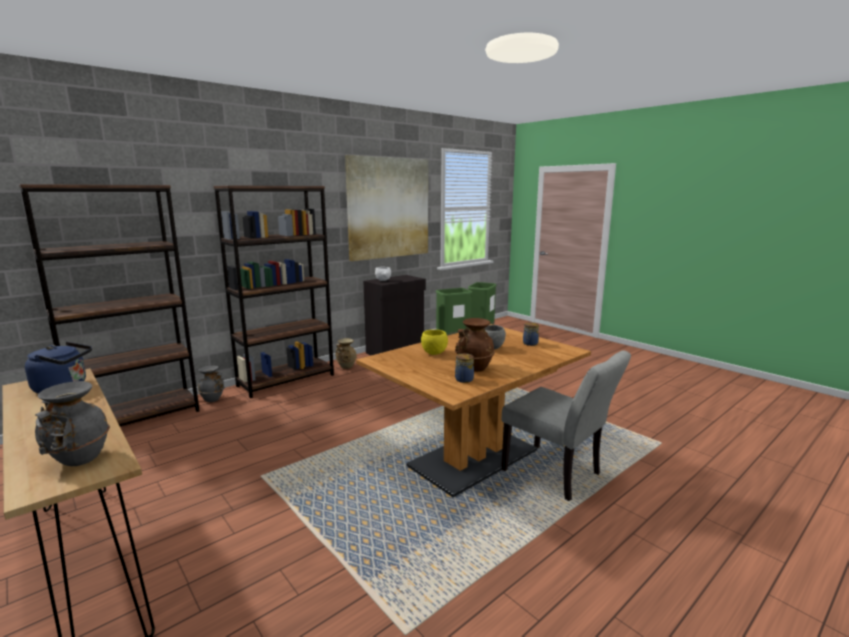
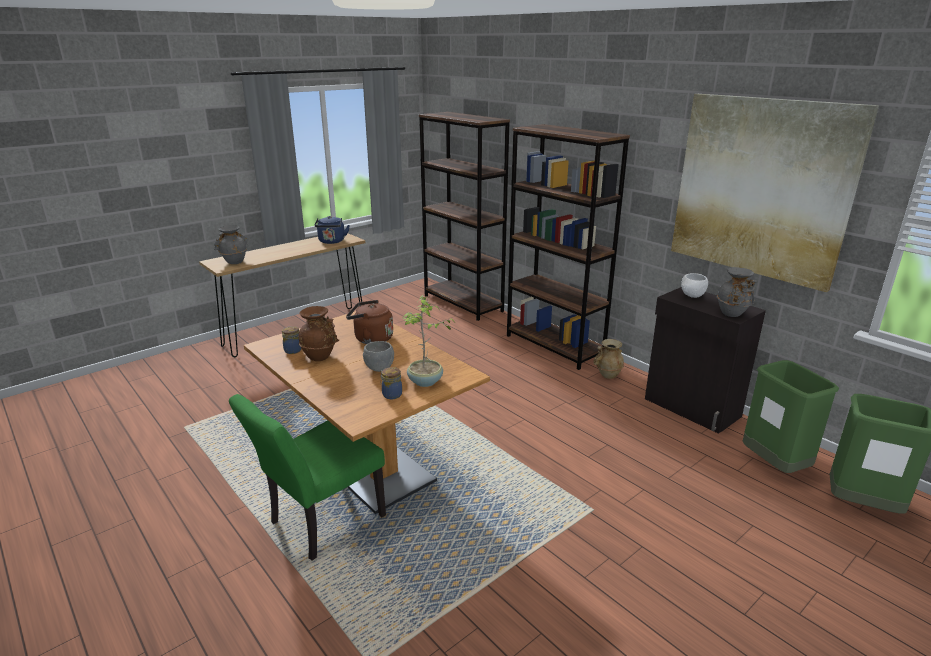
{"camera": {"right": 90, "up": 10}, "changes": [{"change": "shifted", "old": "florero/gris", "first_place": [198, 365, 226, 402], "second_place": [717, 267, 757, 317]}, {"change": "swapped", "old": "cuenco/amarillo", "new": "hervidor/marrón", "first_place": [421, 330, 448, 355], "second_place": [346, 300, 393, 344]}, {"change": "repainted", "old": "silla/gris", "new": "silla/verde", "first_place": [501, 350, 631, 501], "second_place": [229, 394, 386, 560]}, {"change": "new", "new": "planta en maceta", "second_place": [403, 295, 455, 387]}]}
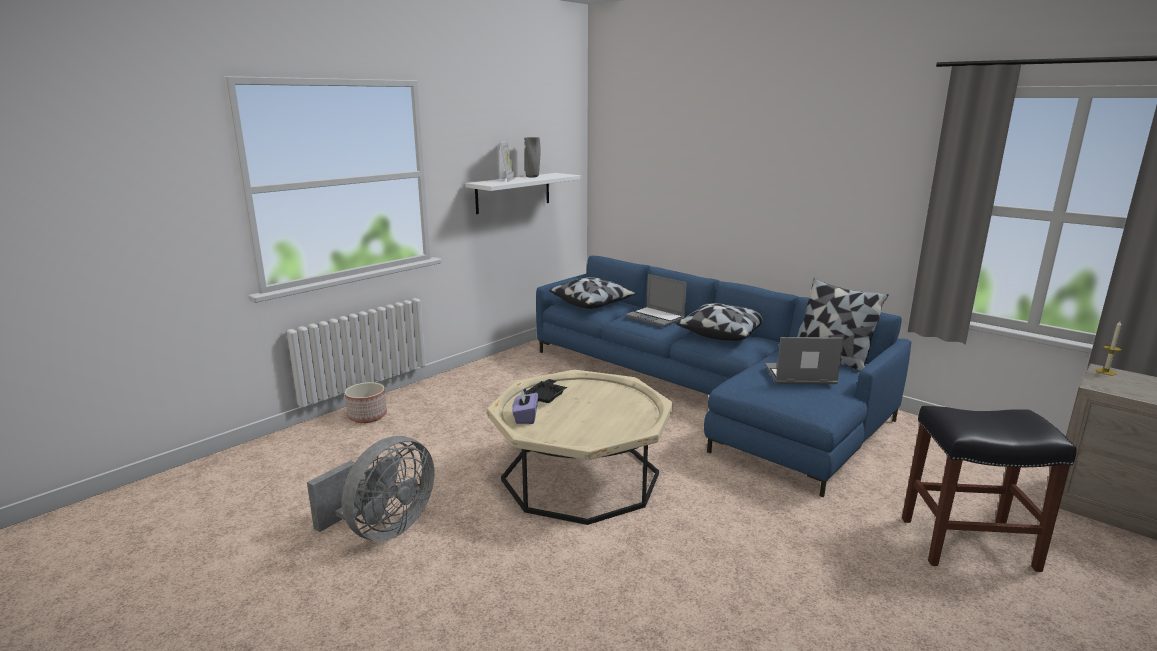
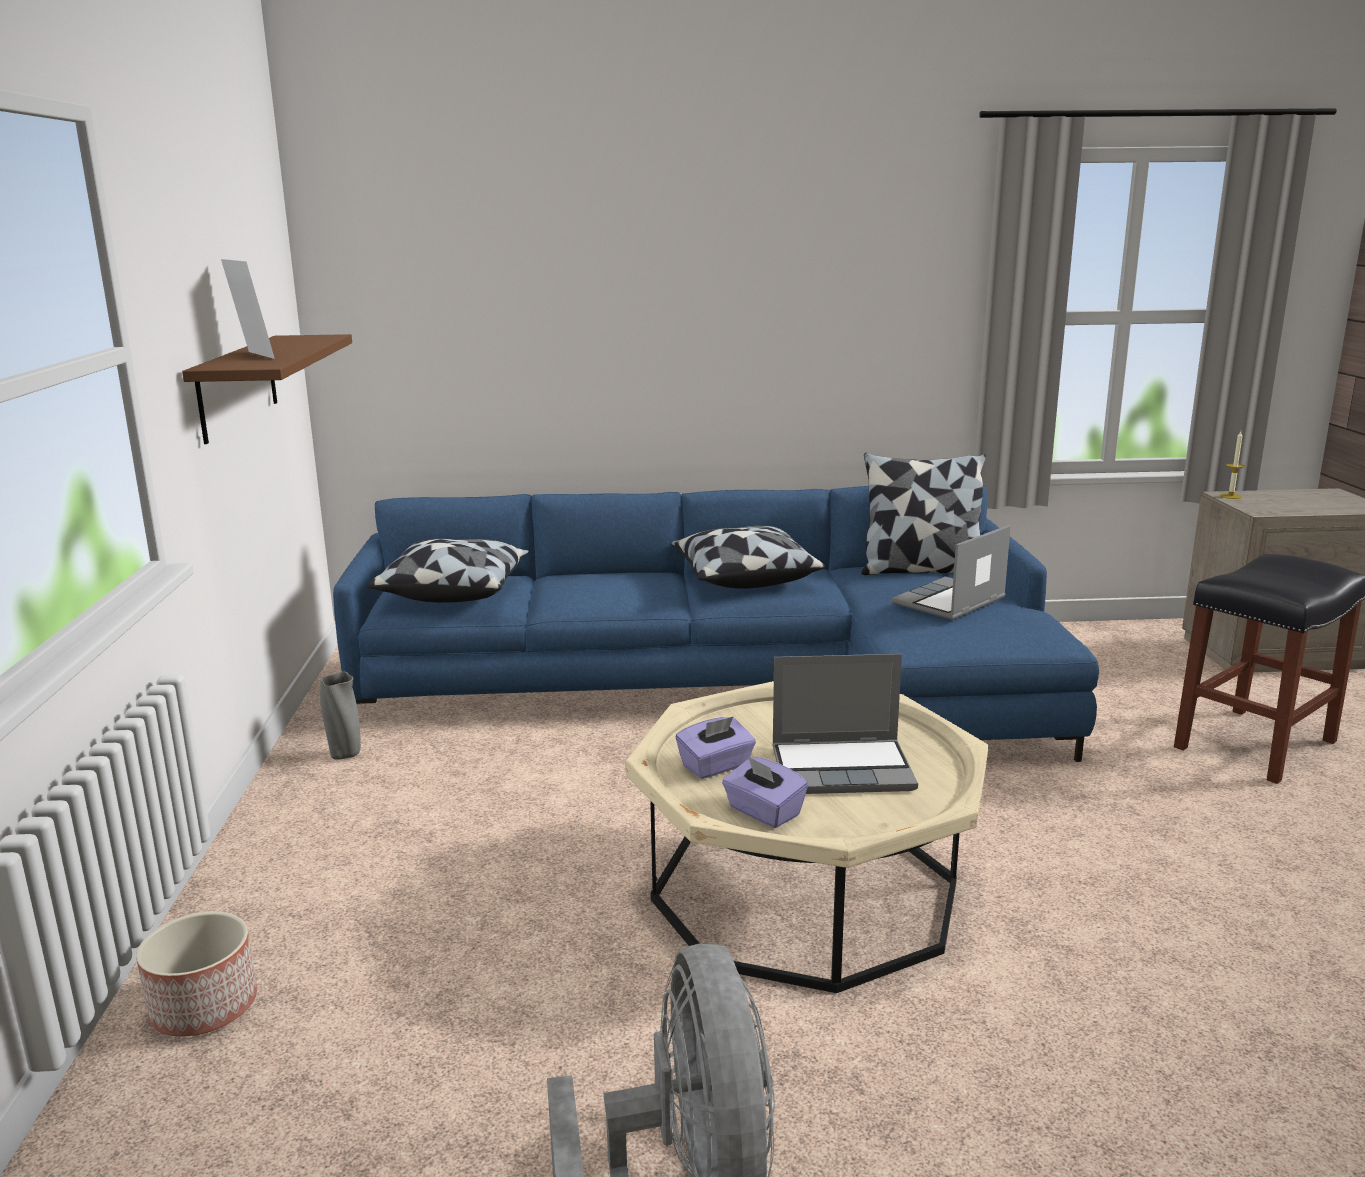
{"camera": {"right": -45, "up": 0}, "changes": [{"change": "repainted", "old": "estante/blanco", "new": "estante/marrón", "first_place": [465, 173, 581, 214], "second_place": [182, 334, 352, 444]}, {"change": "swapped", "old": "bandeja/negro", "new": "caja de pañuelos/morado", "first_place": [523, 379, 568, 403], "second_place": [676, 716, 756, 779]}, {"change": "shifted", "old": "florero/gris", "first_place": [524, 137, 540, 177], "second_place": [320, 672, 361, 760]}, {"change": "shifted", "old": "portátil", "first_place": [626, 274, 687, 327], "second_place": [772, 654, 918, 794]}]}
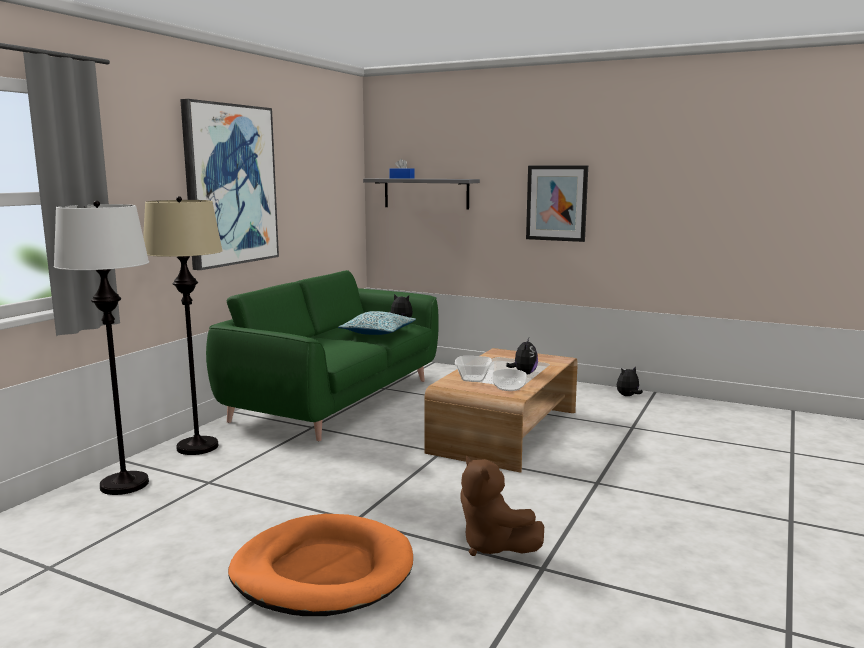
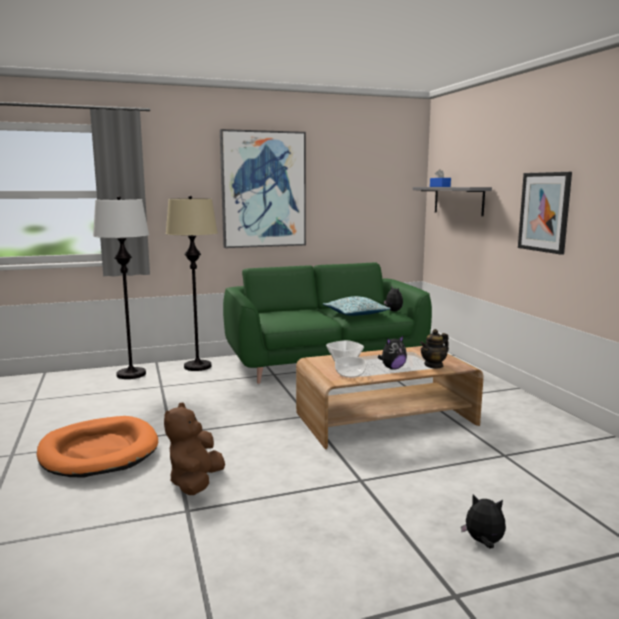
{"camera": {"right": 45, "up": 0}, "changes": [{"change": "shifted", "old": "peluche", "first_place": [617, 366, 643, 396], "second_place": [461, 494, 506, 549]}, {"change": "new", "new": "tetera", "second_place": [420, 329, 449, 369]}]}
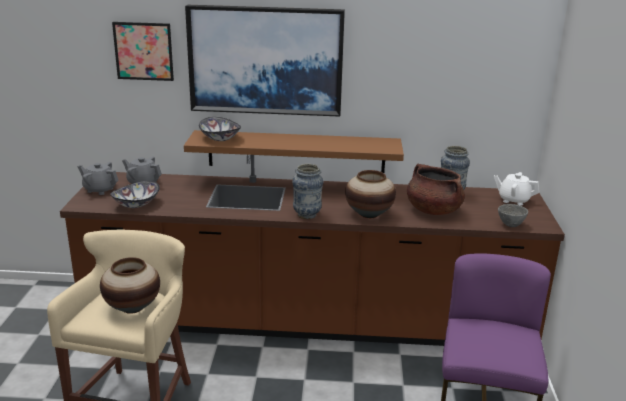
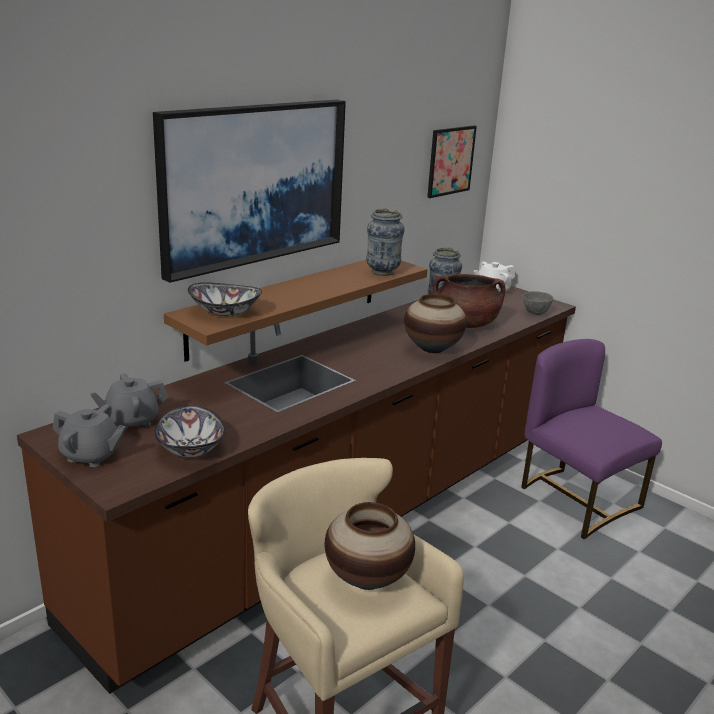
{"camera": {"right": -50, "up": 0}, "changes": [{"change": "rotated", "old": "tetera/gris", "first_place": [78, 162, 119, 195], "second_place": [53, 404, 126, 467], "degrees": -135}, {"change": "shifted", "old": "cuadro", "first_place": [112, 22, 174, 81], "second_place": [427, 125, 477, 198]}, {"change": "shifted", "old": "florero", "first_place": [292, 164, 324, 219], "second_place": [366, 208, 405, 276]}]}
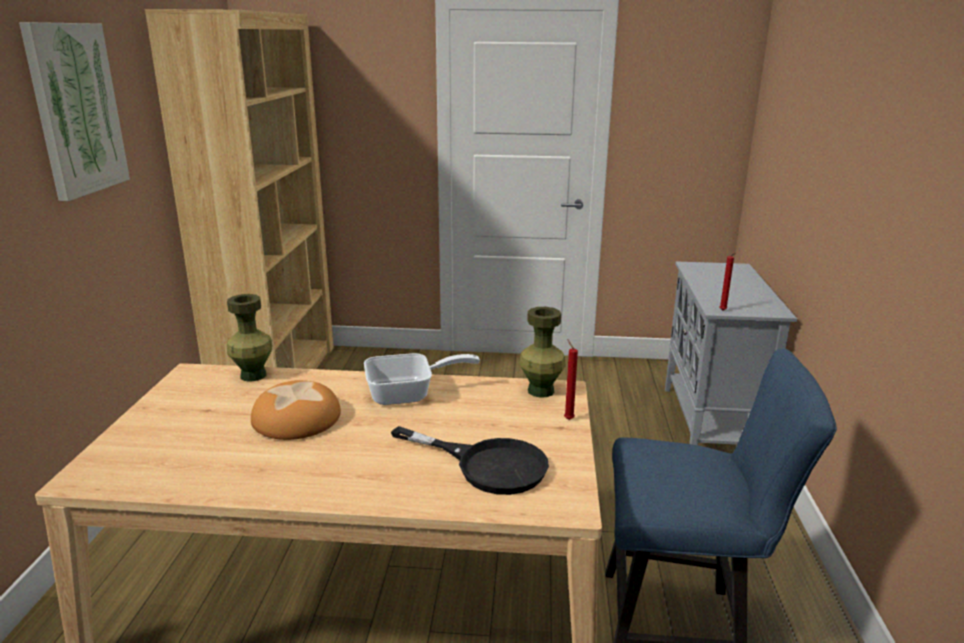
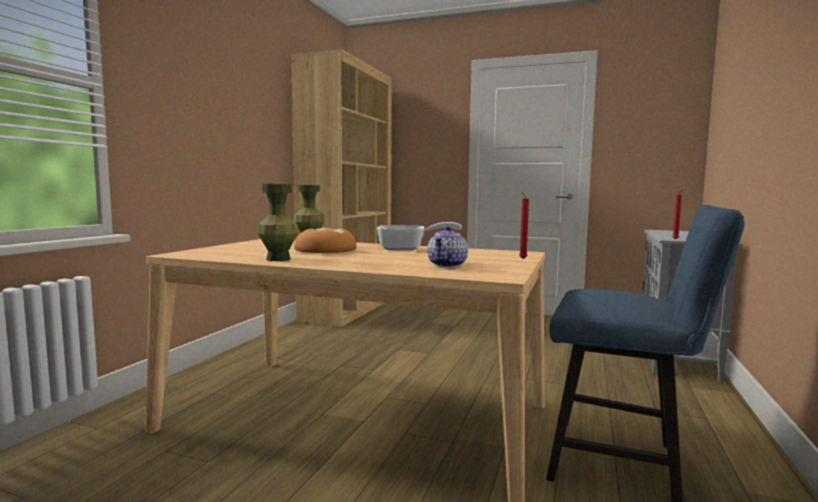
{"camera": {"right": 15, "up": -15}, "changes": [{"change": "gone", "old": "cuadro", "first_place": [19, 22, 130, 201]}, {"change": "swapped", "old": "sartén/negro", "new": "tetera", "first_place": [391, 426, 549, 495], "second_place": [427, 226, 468, 267]}, {"change": "shifted", "old": "florero/verde", "first_place": [519, 307, 566, 398], "second_place": [257, 184, 298, 261]}]}
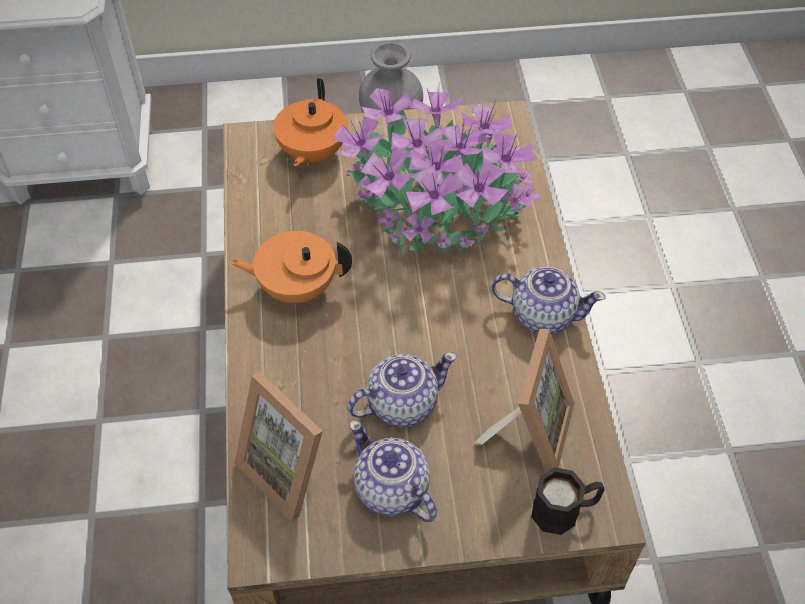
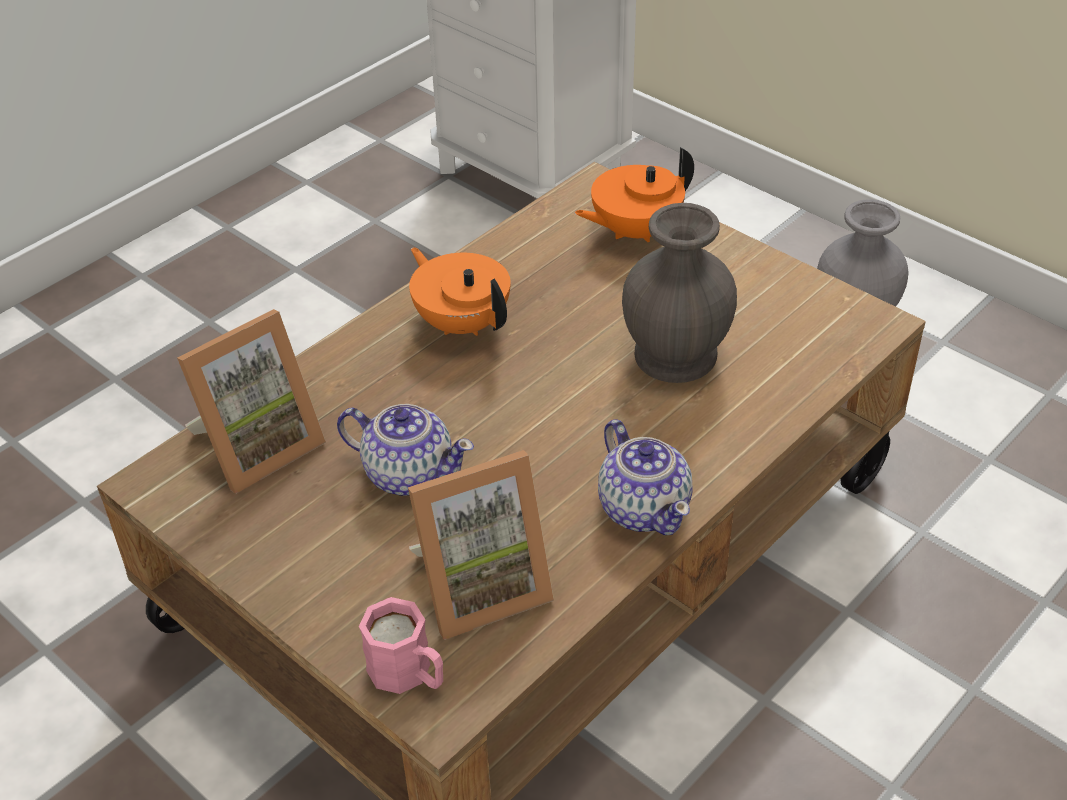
{"camera": {"right": 50, "up": -10}, "changes": [{"change": "rotated", "old": "portarretratos", "first_place": [234, 372, 323, 521], "second_place": [177, 309, 326, 494], "degrees": -135}, {"change": "swapped", "old": "planta en maceta", "new": "florero/gris", "first_place": [333, 88, 540, 253], "second_place": [622, 203, 737, 383]}, {"change": "gone", "old": "tetera", "first_place": [349, 420, 437, 522]}, {"change": "repainted", "old": "taza grande/negro", "new": "taza grande/rosa", "first_place": [531, 467, 605, 535], "second_place": [359, 597, 443, 694]}]}
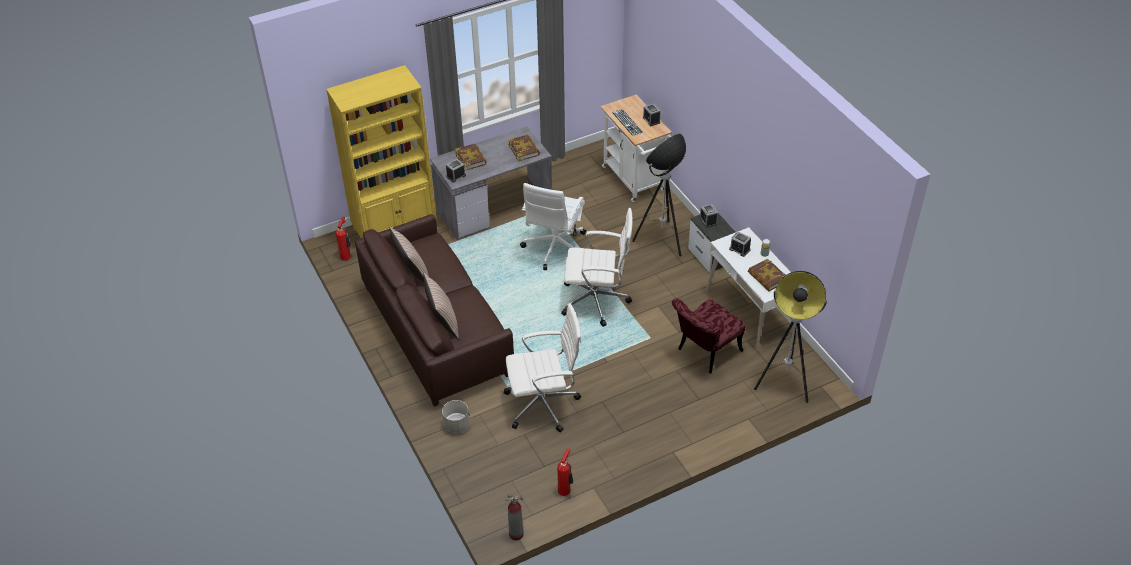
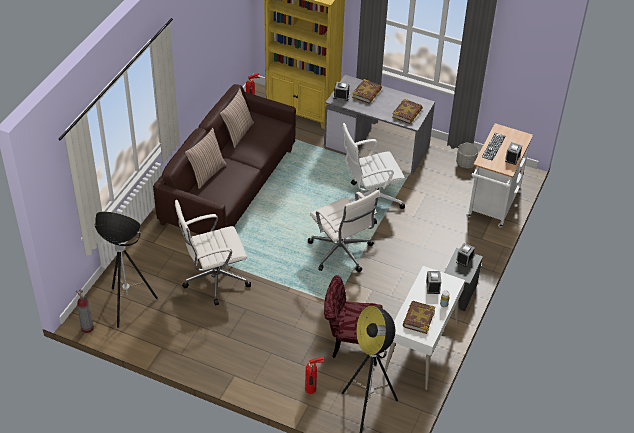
{"camera": {"right": 50, "up": 0}, "changes": [{"change": "shifted", "old": "maceta/gris", "first_place": [442, 400, 470, 433], "second_place": [456, 143, 478, 168]}, {"change": "rotated", "old": "silla de oficina/blanco", "first_place": [504, 303, 582, 432], "second_place": [175, 200, 251, 305], "degrees": 120}, {"change": "shifted", "old": "extintor", "first_place": [557, 448, 573, 496], "second_place": [305, 357, 324, 394]}, {"change": "shifted", "old": "lámpara de pie", "first_place": [632, 133, 686, 256], "second_place": [94, 212, 158, 328]}]}
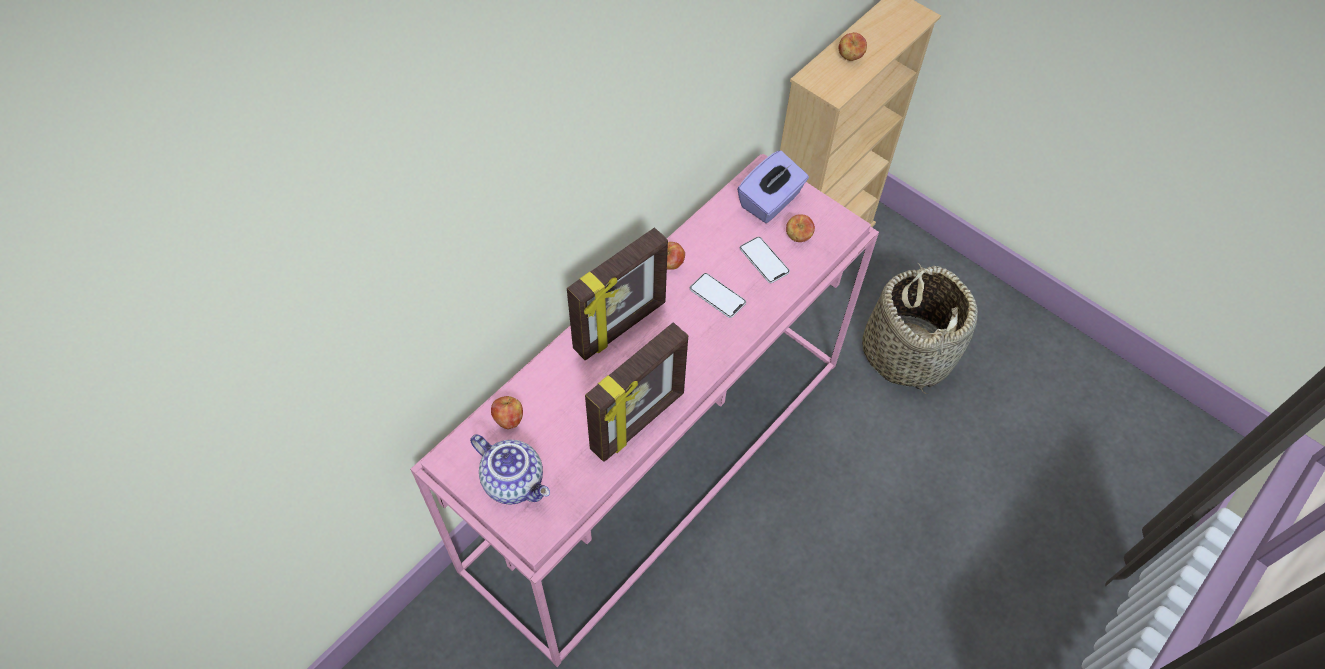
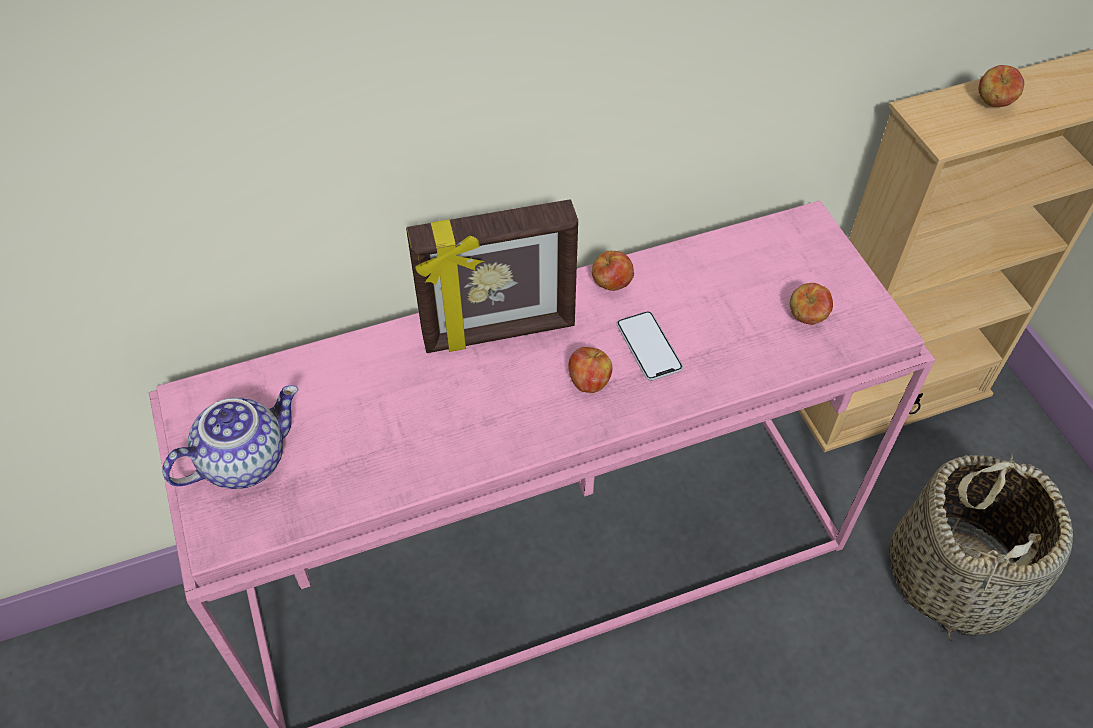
{"camera": {"right": 30, "up": -5}, "changes": [{"change": "rotated", "old": "tetera", "first_place": [470, 434, 550, 505], "second_place": [162, 385, 299, 489], "degrees": -105}, {"change": "shifted", "old": "manzana", "first_place": [491, 396, 523, 429], "second_place": [568, 347, 613, 393]}, {"change": "gone", "old": "portarretratos", "first_place": [585, 322, 688, 462]}, {"change": "gone", "old": "caja de pañuelos/morado", "first_place": [737, 150, 809, 223]}, {"change": "gone", "old": "móvil", "first_place": [740, 237, 790, 283]}]}
